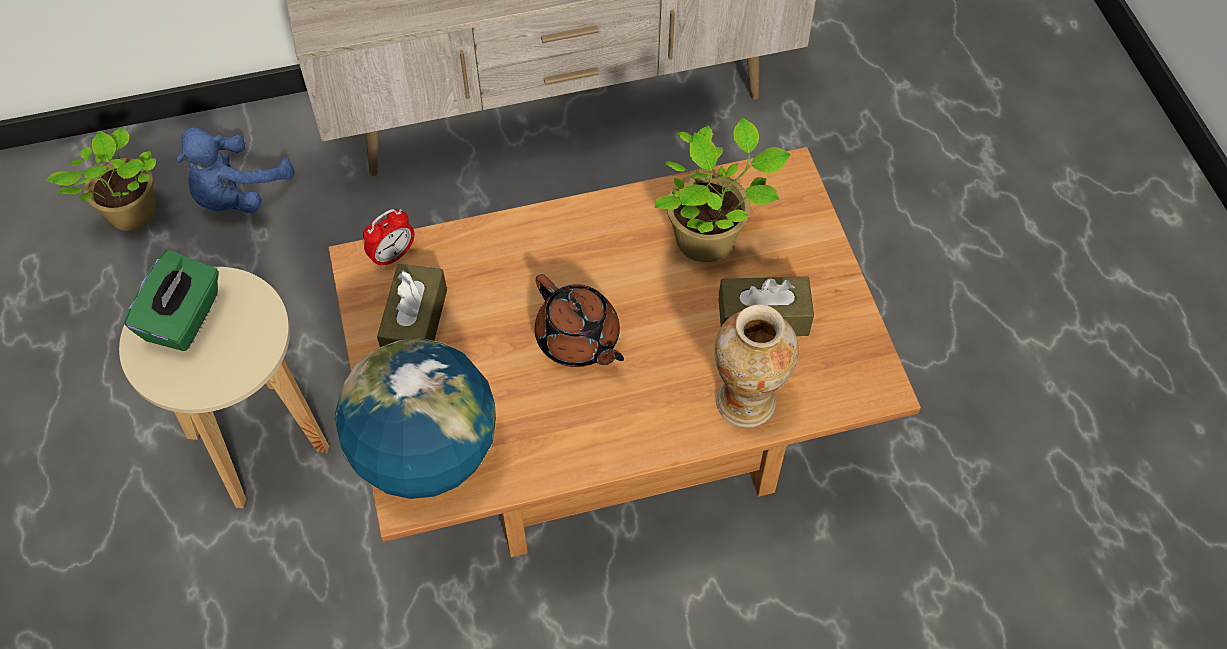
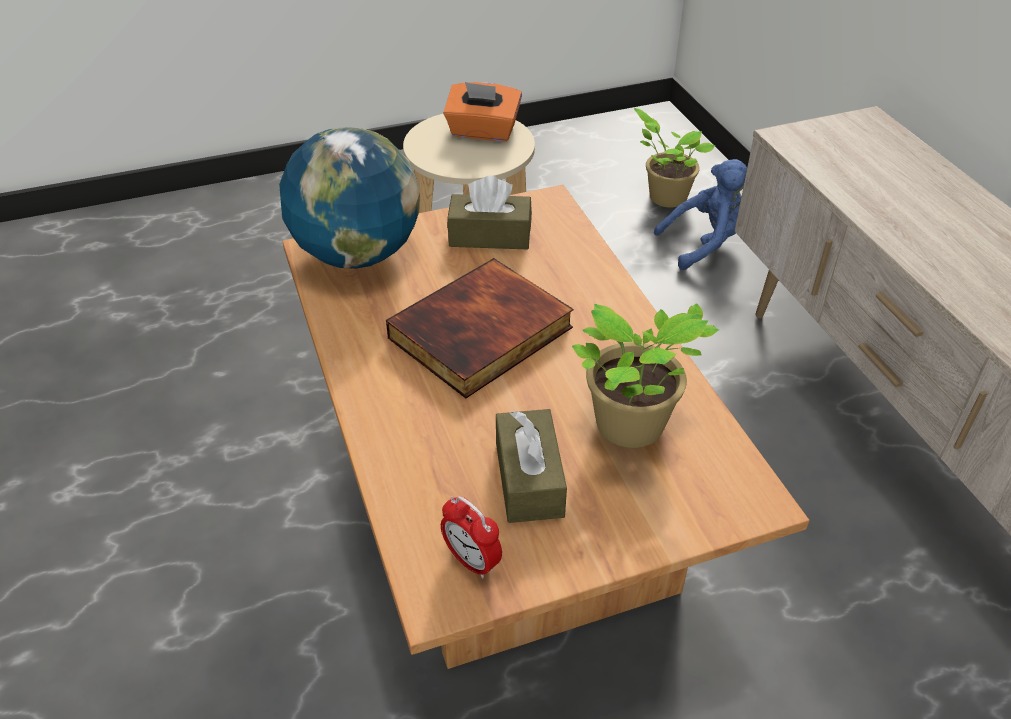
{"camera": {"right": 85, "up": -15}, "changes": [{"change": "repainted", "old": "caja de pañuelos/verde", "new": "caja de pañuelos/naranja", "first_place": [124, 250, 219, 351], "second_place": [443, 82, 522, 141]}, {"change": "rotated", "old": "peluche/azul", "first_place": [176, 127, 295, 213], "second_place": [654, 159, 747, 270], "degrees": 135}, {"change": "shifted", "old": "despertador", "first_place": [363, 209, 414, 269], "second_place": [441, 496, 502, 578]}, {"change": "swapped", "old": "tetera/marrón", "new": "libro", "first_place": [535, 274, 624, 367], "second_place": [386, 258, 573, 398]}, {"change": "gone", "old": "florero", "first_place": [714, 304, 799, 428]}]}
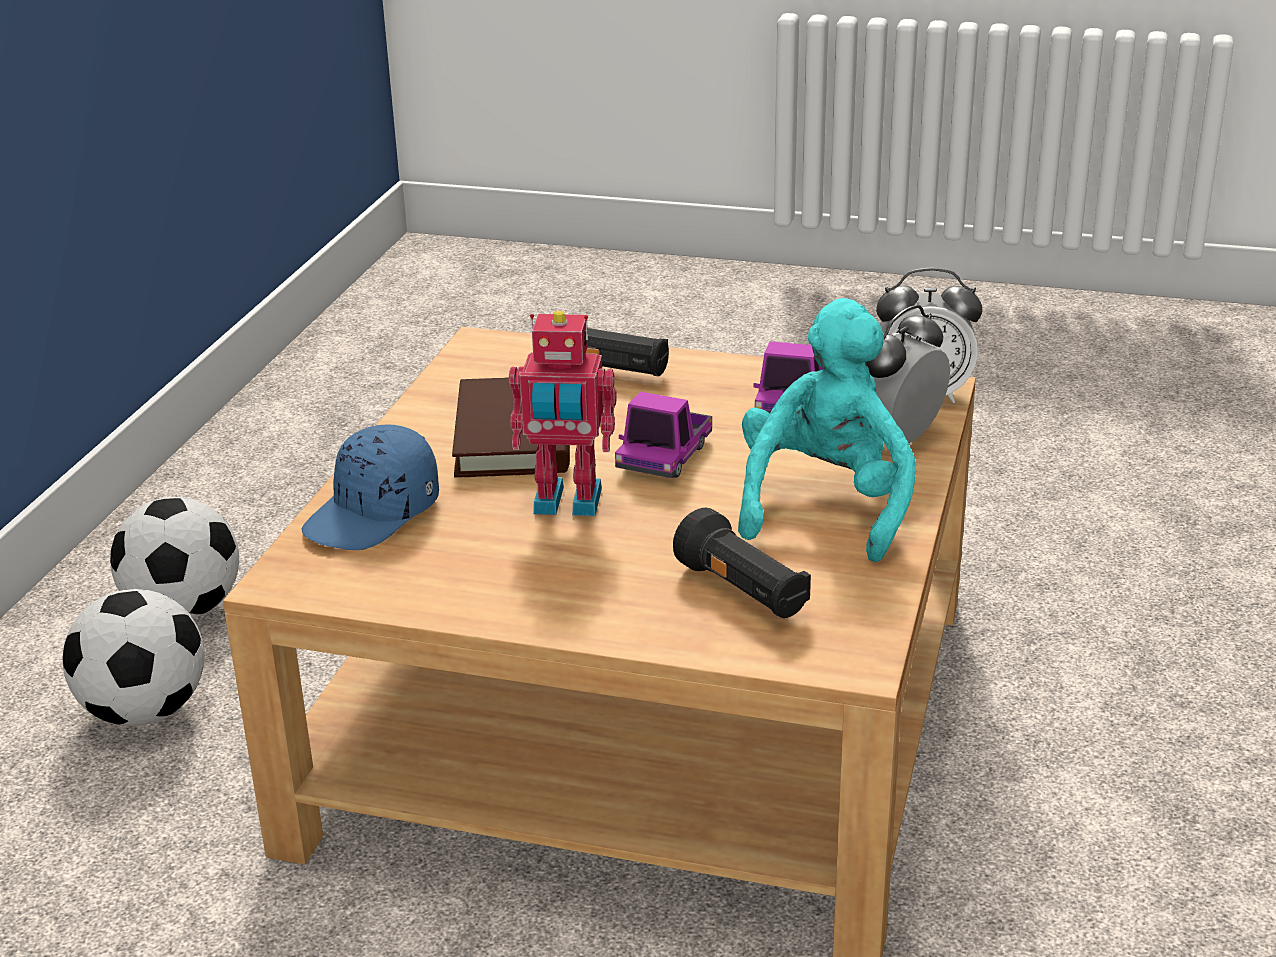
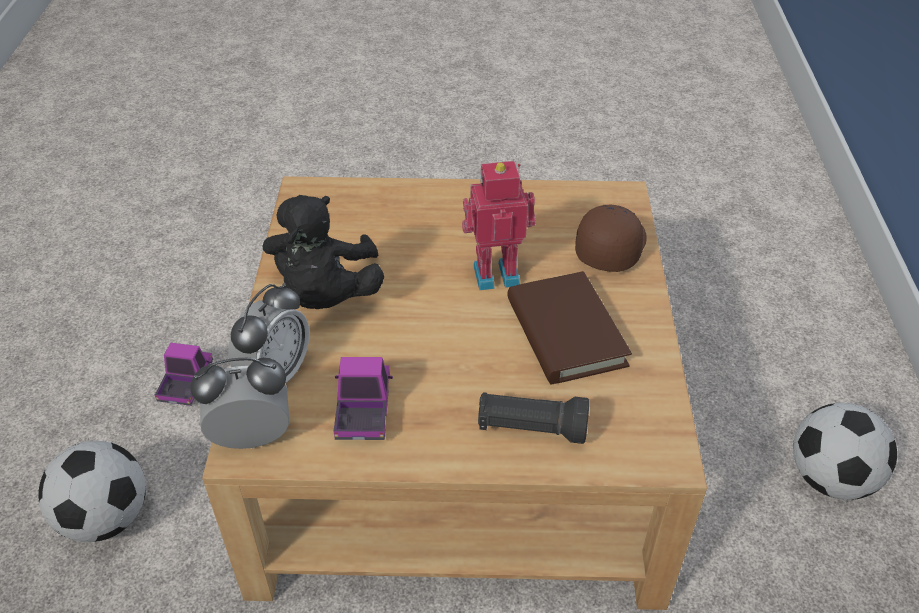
{"camera": {"right": 165, "up": 15}, "changes": [{"change": "shifted", "old": "balón de fútbol", "first_place": [62, 589, 205, 726], "second_place": [38, 441, 146, 542]}, {"change": "repainted", "old": "gorra/azul", "new": "gorra/marrón", "first_place": [302, 424, 439, 550], "second_place": [575, 205, 647, 272]}, {"change": "shifted", "old": "camión de juguete", "first_place": [615, 392, 712, 478], "second_place": [155, 343, 213, 406]}, {"change": "gone", "old": "linterna/negro", "first_place": [673, 508, 811, 618]}, {"change": "repainted", "old": "peluche/turquesa", "new": "peluche/negro", "first_place": [738, 298, 916, 562], "second_place": [263, 195, 384, 309]}]}
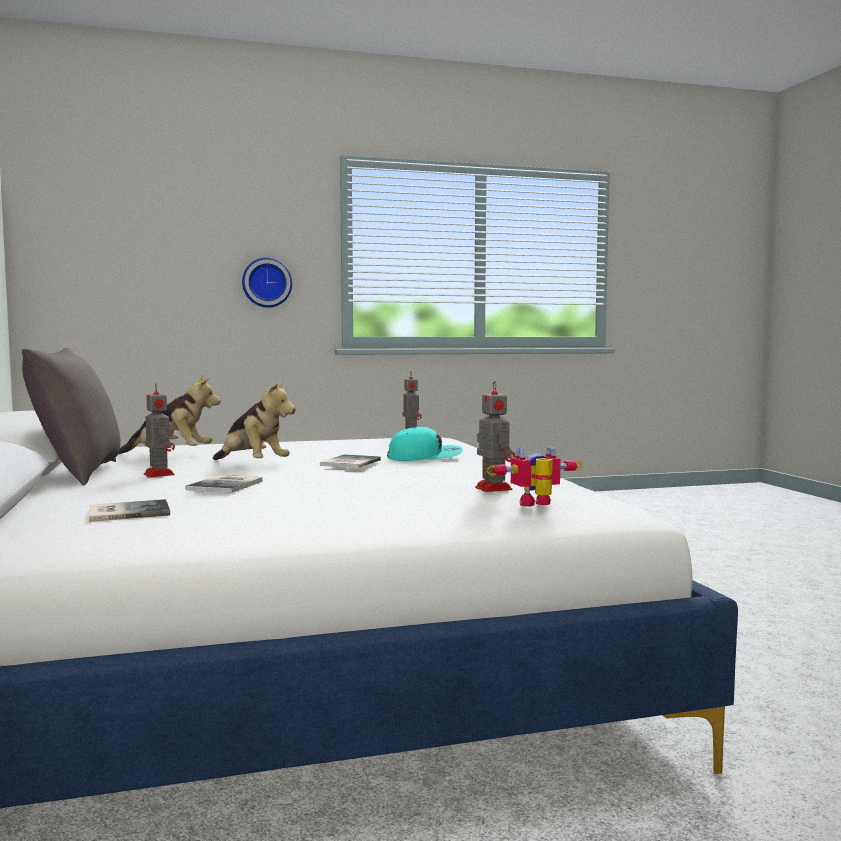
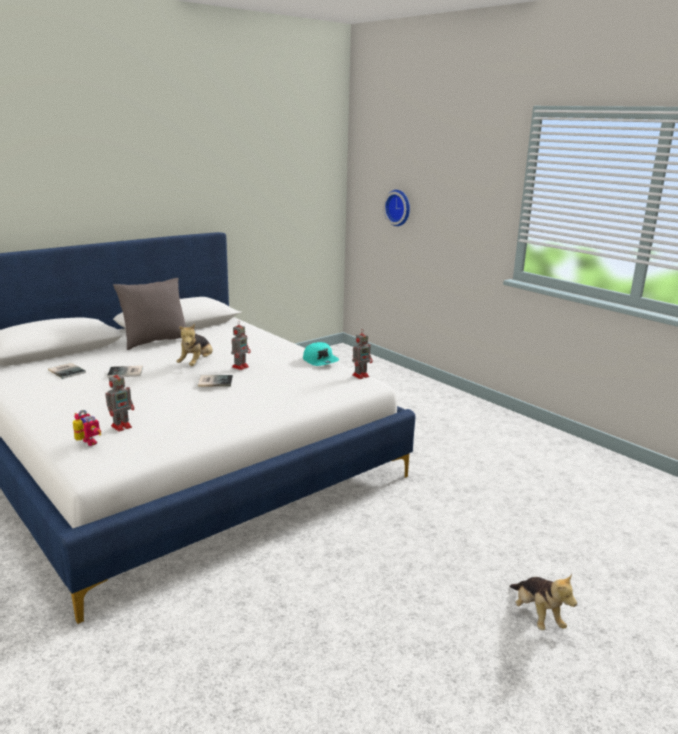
{"camera": {"right": 65, "up": 15}, "changes": [{"change": "shifted", "old": "peluche", "first_place": [118, 376, 220, 454], "second_place": [509, 574, 577, 630]}, {"change": "shifted", "old": "robot de juguete", "first_place": [144, 383, 175, 477], "second_place": [231, 321, 251, 370]}, {"change": "shifted", "old": "reloj de pared", "first_place": [242, 258, 292, 308], "second_place": [383, 190, 410, 226]}, {"change": "shifted", "old": "gorra/turquesa", "first_place": [387, 427, 463, 461], "second_place": [303, 342, 339, 366]}]}
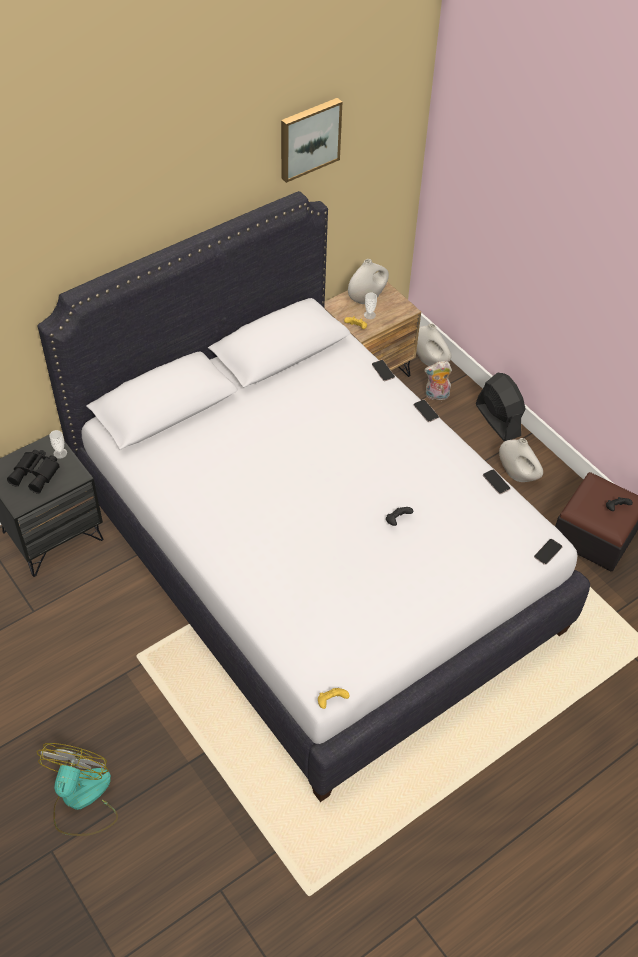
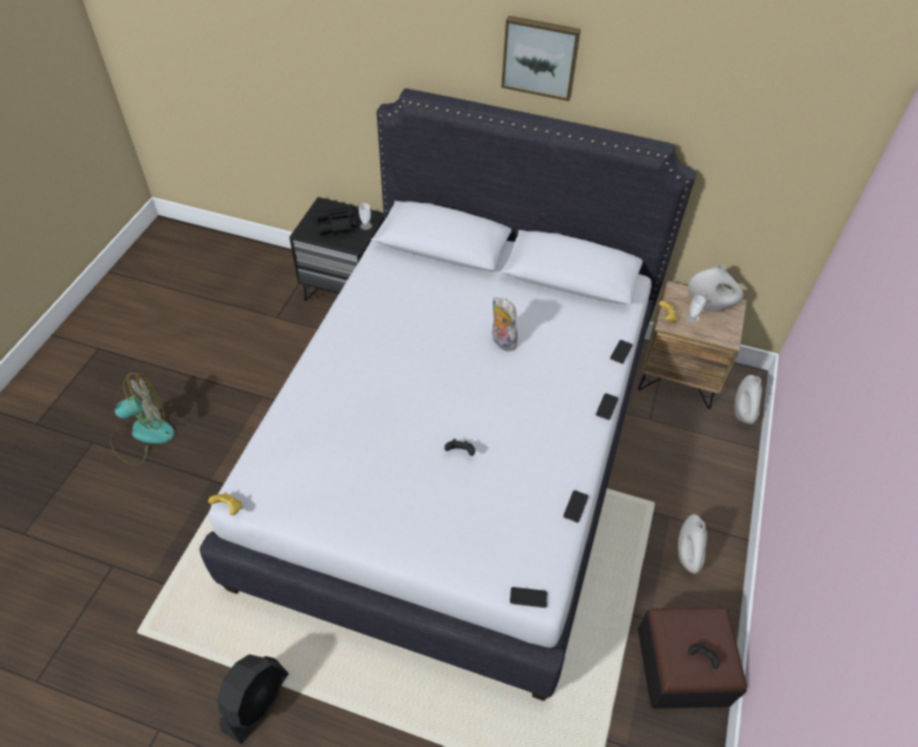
{"camera": {"right": 55, "up": 0}, "changes": [{"change": "shifted", "old": "cuadro", "first_place": [281, 98, 342, 183], "second_place": [501, 16, 581, 101]}, {"change": "shifted", "old": "peluche", "first_place": [424, 361, 452, 400], "second_place": [492, 298, 518, 351]}, {"change": "shifted", "old": "ventilador/negro", "first_place": [476, 373, 526, 442], "second_place": [217, 654, 289, 744]}]}
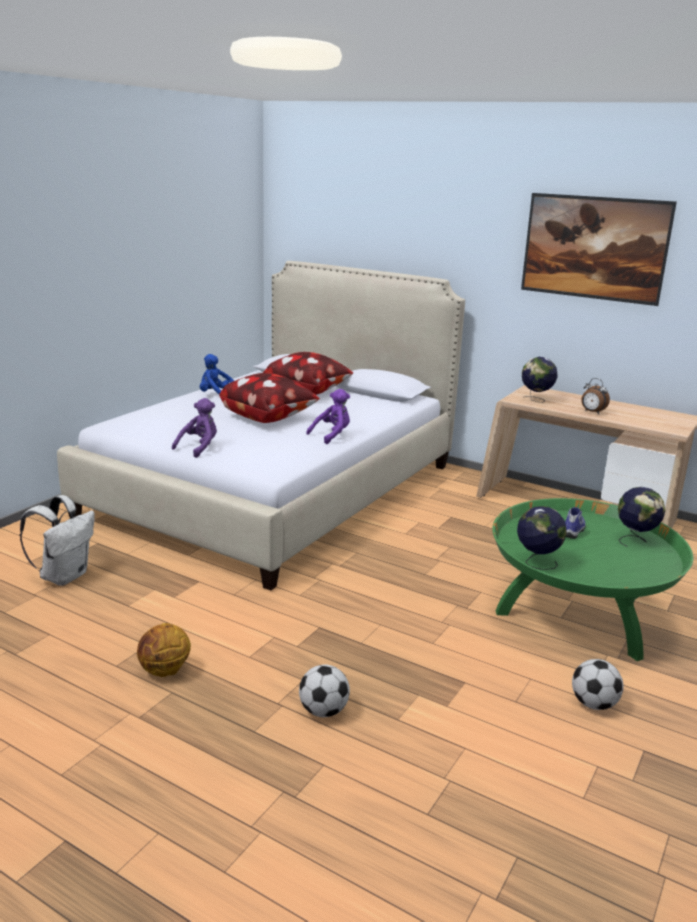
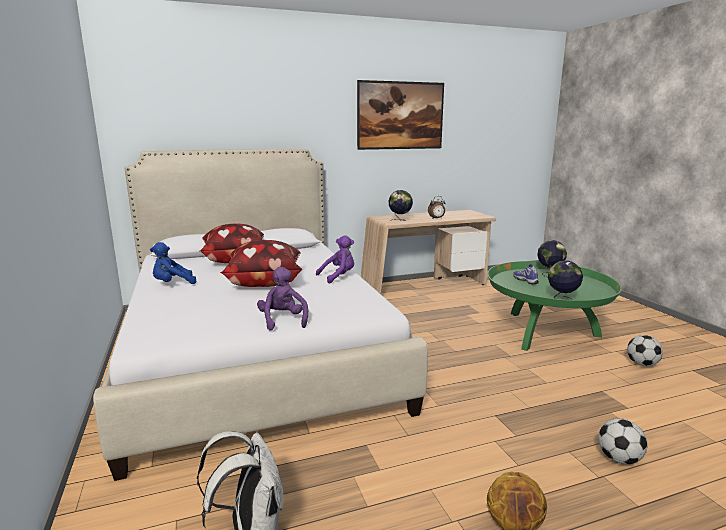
{"camera": {"right": -50, "up": -5}, "changes": [{"change": "rotated", "old": "peluche/morado", "first_place": [306, 389, 350, 444], "second_place": [316, 235, 354, 284], "degrees": 60}]}
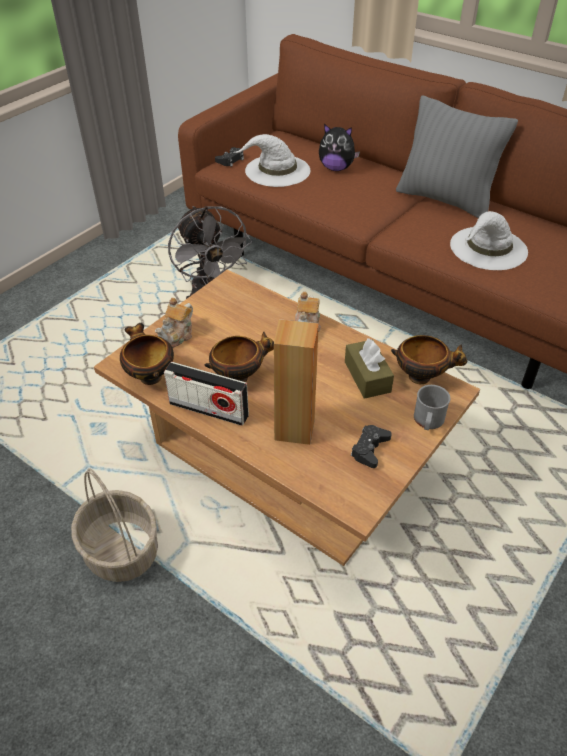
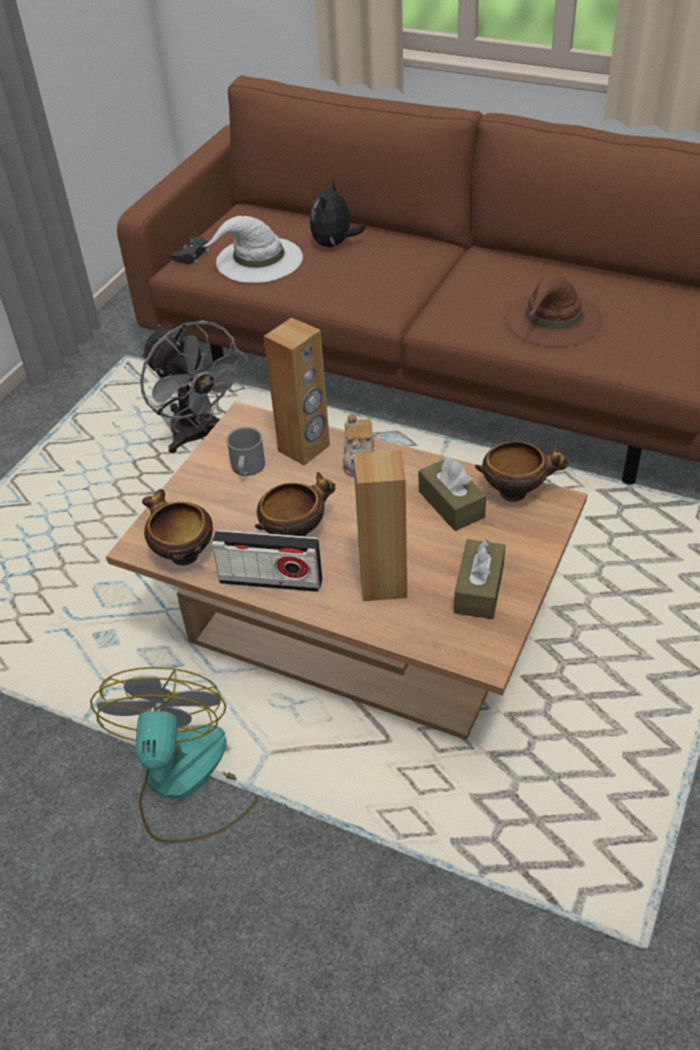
{"camera": {"right": -10, "up": 0}, "changes": [{"change": "swapped", "old": "cesta", "new": "ventilador", "first_place": [71, 468, 158, 582], "second_place": [90, 667, 258, 844]}, {"change": "gone", "old": "tetera", "first_place": [155, 298, 193, 348]}, {"change": "rotated", "old": "peluche", "first_place": [319, 124, 360, 171], "second_place": [310, 179, 366, 247], "degrees": 105}, {"change": "swapped", "old": "mando de consola/negro", "new": "caja de pañuelos/marrón", "first_place": [351, 425, 392, 468], "second_place": [454, 539, 505, 619]}, {"change": "gone", "old": "cojín/gris", "first_place": [396, 95, 518, 218]}, {"change": "shifted", "old": "taza grande/gris", "first_place": [414, 385, 450, 430], "second_place": [226, 427, 265, 476]}, {"change": "repainted", "old": "sombrero/blanco", "new": "sombrero/marrón", "first_place": [450, 211, 528, 270], "second_place": [505, 274, 602, 347]}, {"change": "new", "new": "altavoz/marrón", "second_place": [263, 318, 330, 466]}]}
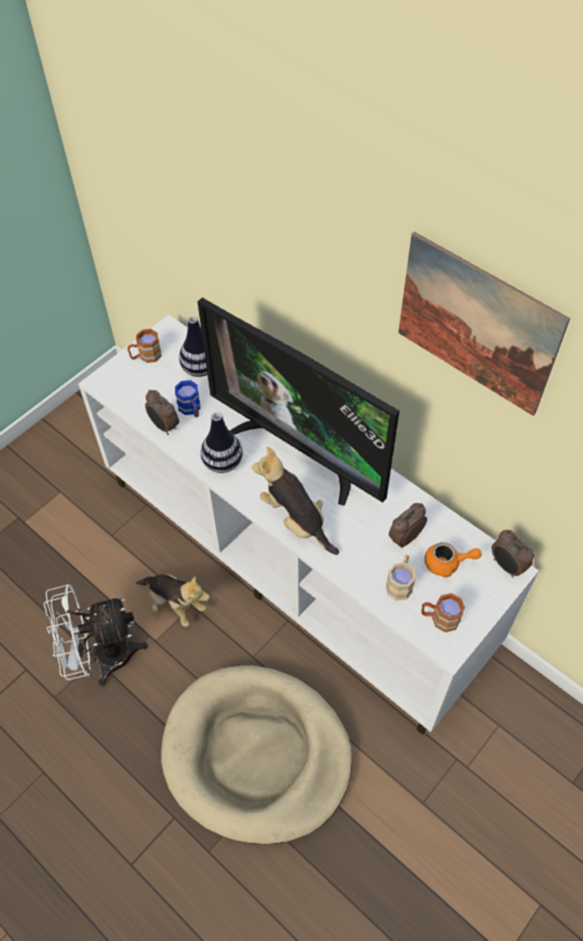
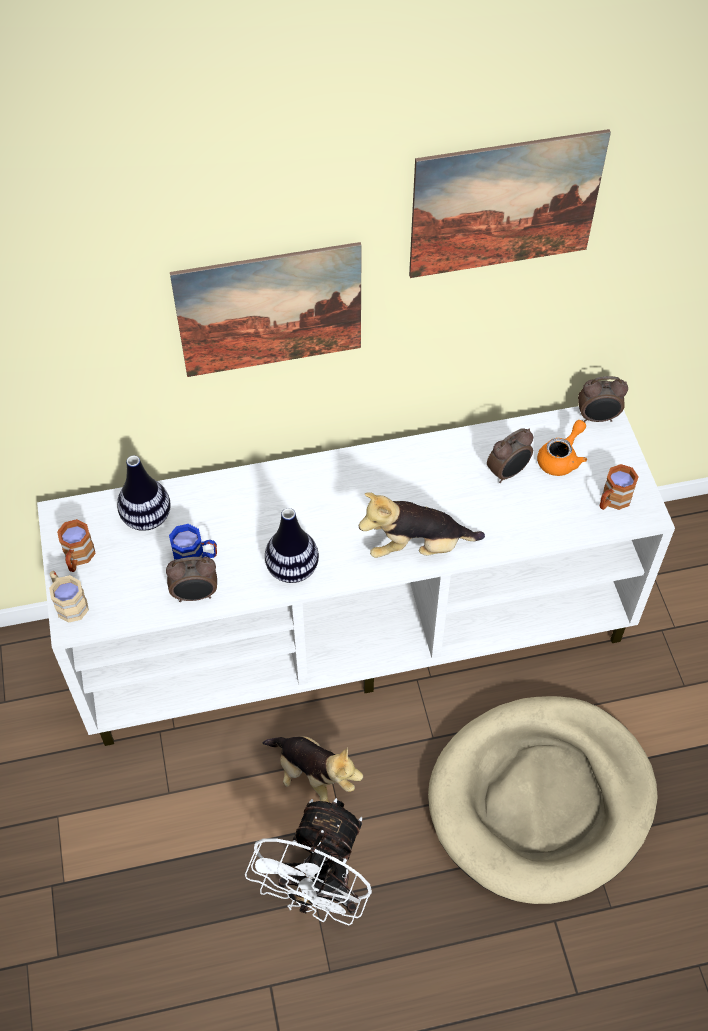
{"camera": {"right": -55, "up": 0}, "changes": [{"change": "rotated", "old": "peluche", "first_place": [136, 574, 210, 627], "second_place": [262, 736, 363, 803], "degrees": 60}, {"change": "gone", "old": "televisor", "first_place": [197, 298, 399, 506]}, {"change": "shifted", "old": "taza grande/beis", "first_place": [386, 555, 416, 601], "second_place": [49, 571, 89, 623]}, {"change": "rotated", "old": "despertador", "first_place": [389, 503, 427, 548], "second_place": [487, 429, 533, 483], "degrees": -120}, {"change": "new", "new": "cuadro", "second_place": [170, 242, 362, 377]}]}
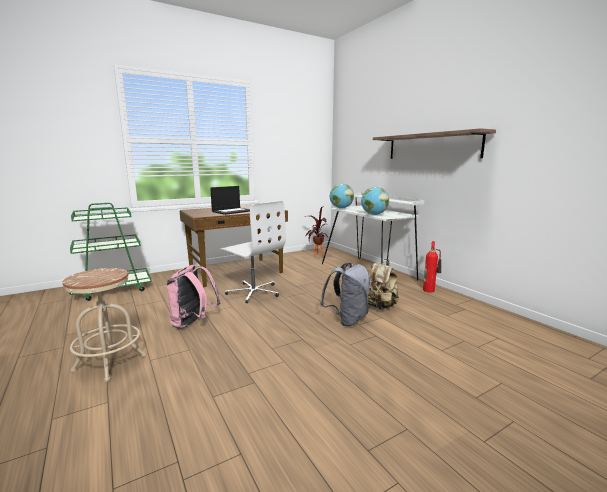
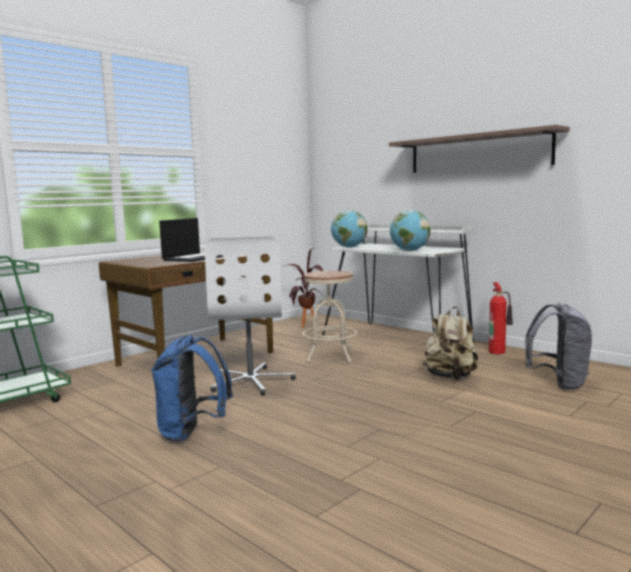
{"camera": {"right": -15, "up": -5}, "changes": [{"change": "shifted", "old": "taburete/beis", "first_place": [63, 268, 146, 382], "second_place": [302, 271, 357, 363]}, {"change": "repainted", "old": "mochila/rosa", "new": "mochila/azul", "first_place": [166, 265, 221, 329], "second_place": [151, 335, 233, 442]}, {"change": "rotated", "old": "silla de oficina/blanco", "first_place": [220, 201, 286, 303], "second_place": [205, 237, 296, 396], "degrees": 60}, {"change": "shifted", "old": "mochila/gris", "first_place": [320, 263, 371, 326], "second_place": [525, 303, 592, 390]}]}
